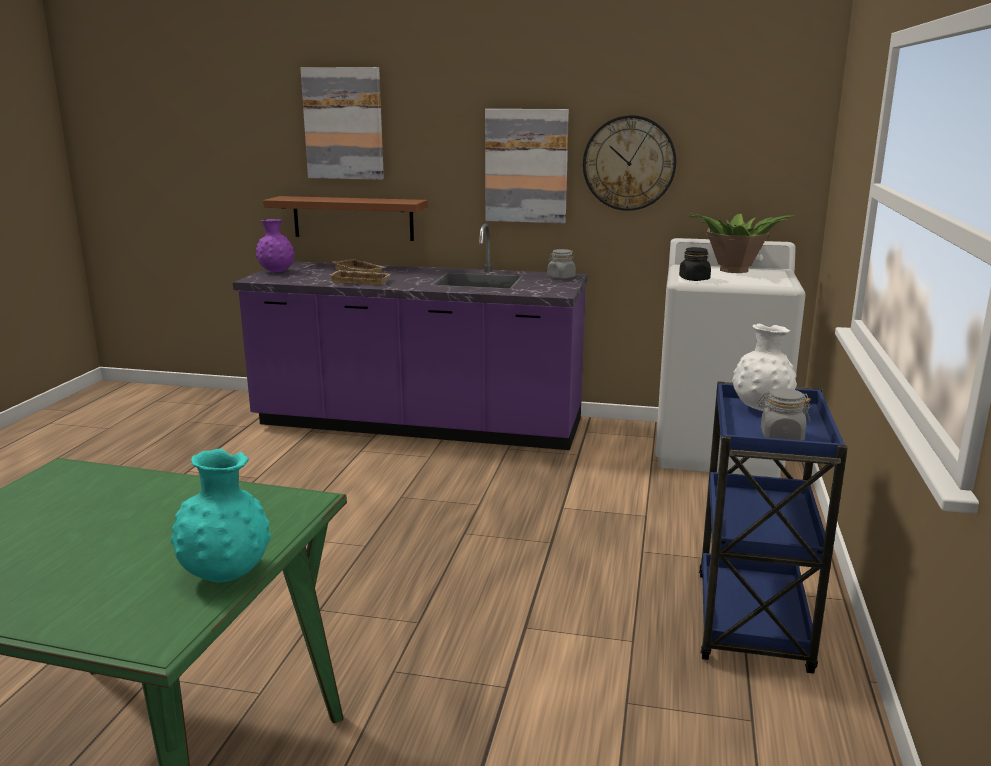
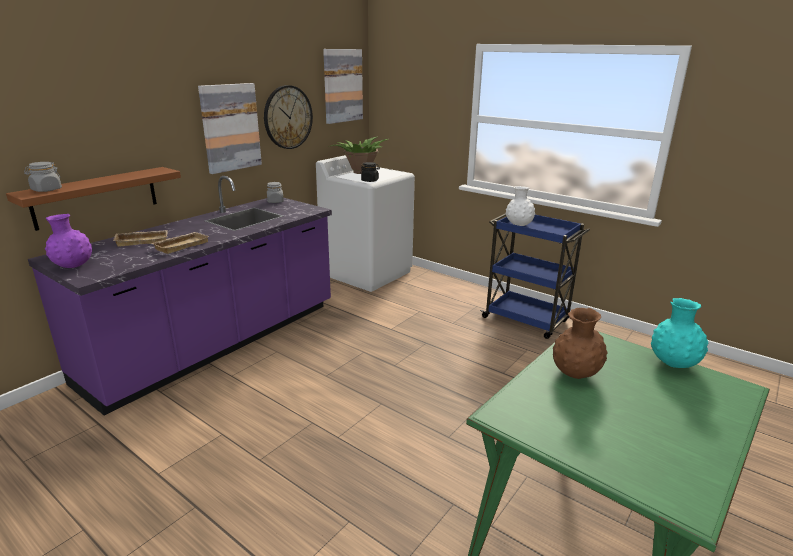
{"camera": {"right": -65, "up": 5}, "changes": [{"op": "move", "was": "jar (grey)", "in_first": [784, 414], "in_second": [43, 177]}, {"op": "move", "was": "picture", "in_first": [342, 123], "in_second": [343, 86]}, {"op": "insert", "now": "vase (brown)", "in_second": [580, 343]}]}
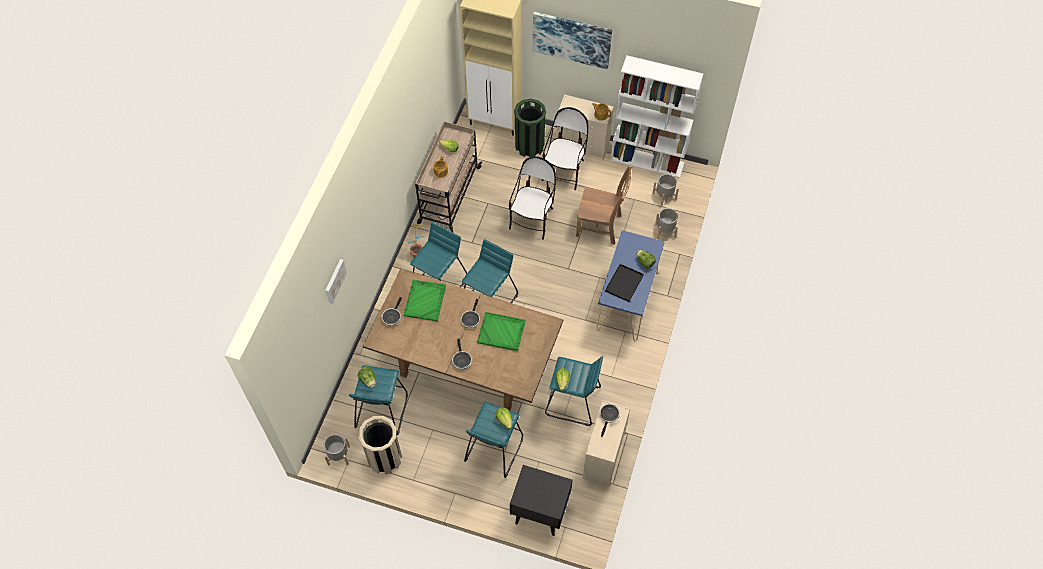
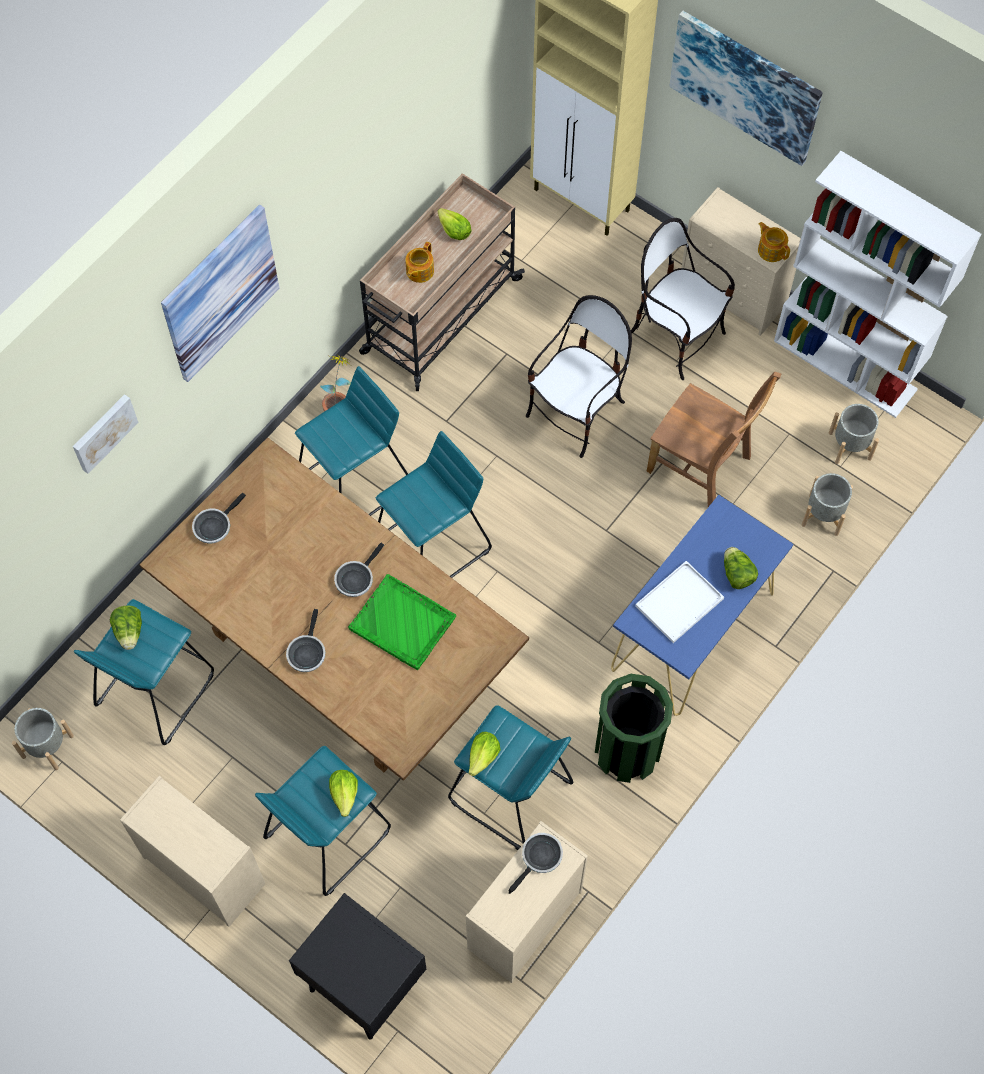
{"camera": {"right": 20, "up": 5}, "changes": [{"op": "insert", "now": "dresser (beige)", "in_second": [192, 851]}, {"op": "insert", "now": "picture", "in_second": [220, 293]}, {"op": "move", "was": "trash can (green)", "in_first": [530, 128], "in_second": [634, 728]}, {"op": "rotate", "was": "chair", "in_first": [565, 148], "in_second": [683, 299], "clockwise": -90}, {"op": "recolor", "was": "tray (black)", "now": "tray (white)", "in_first": [624, 283], "in_second": [679, 602]}, {"op": "delete", "was": "trash can (beige)", "in_first": [380, 445]}, {"op": "delete", "was": "tray (green)", "in_first": [425, 300]}]}
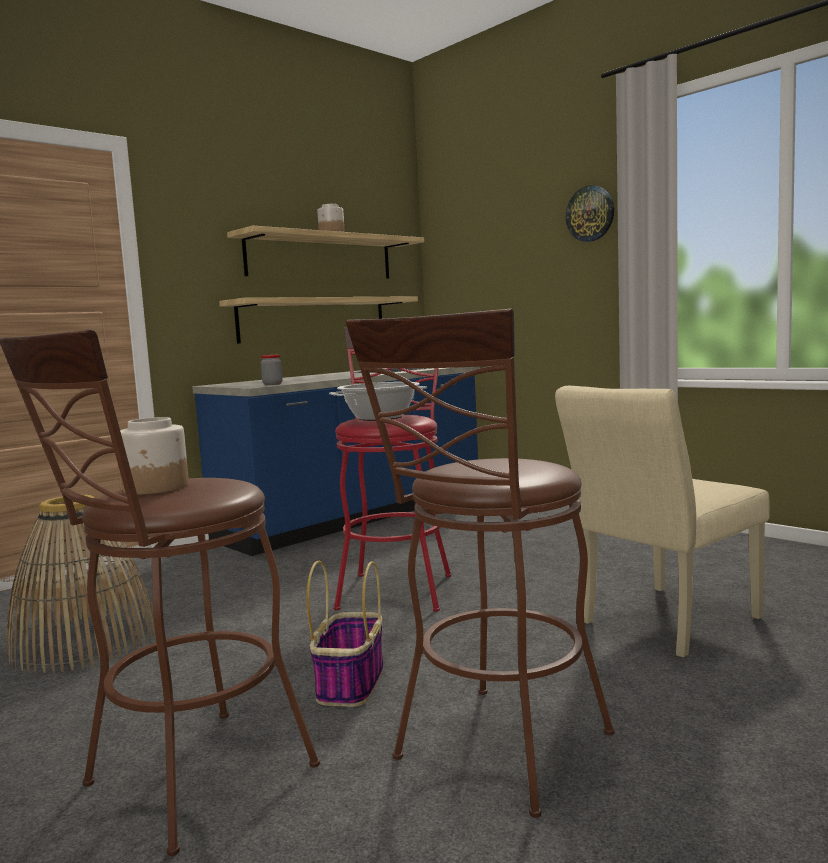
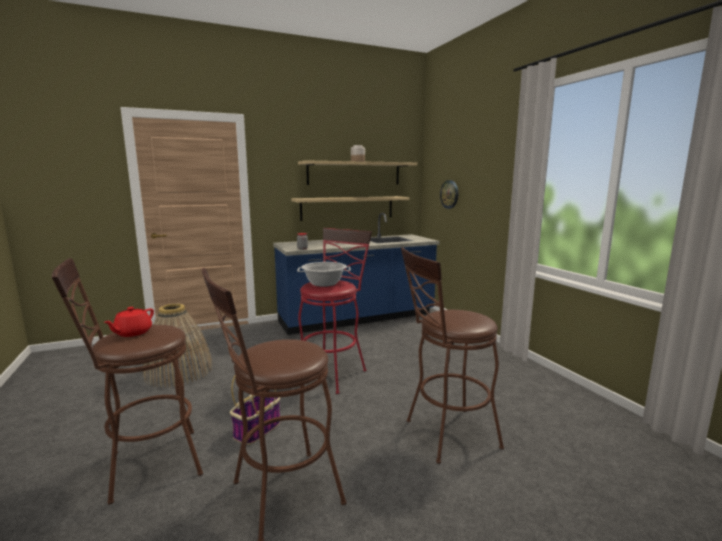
{"camera": {"right": 20, "up": 5}, "changes": [{"op": "replace", "was": "jar", "now": "teapot (red)", "in_first": [154, 456], "in_second": [129, 322]}, {"op": "replace", "was": "chair (beige)", "now": "stool (brown)", "in_first": [662, 521], "in_second": [452, 355]}, {"op": "move", "was": "wall clock", "in_first": [590, 213], "in_second": [449, 194]}]}
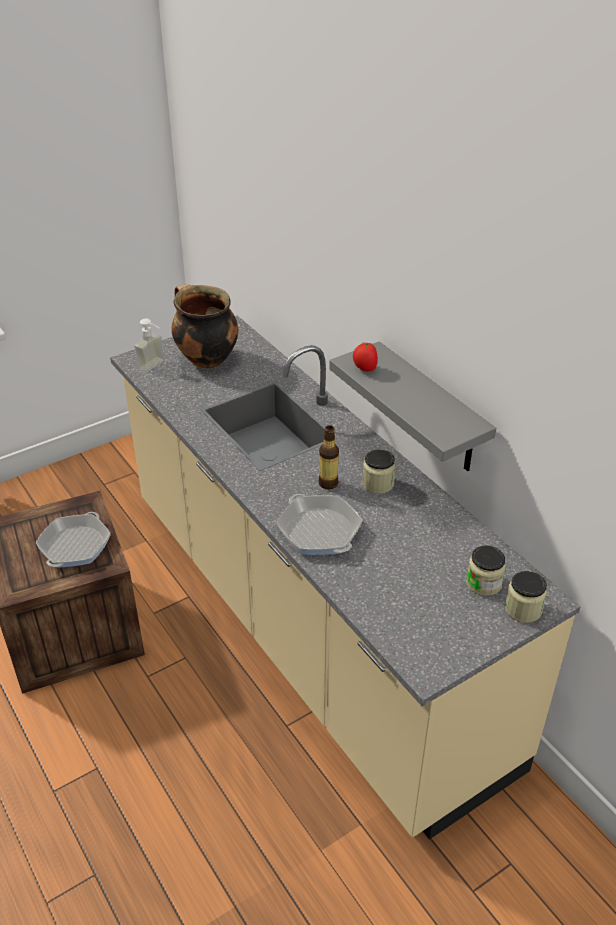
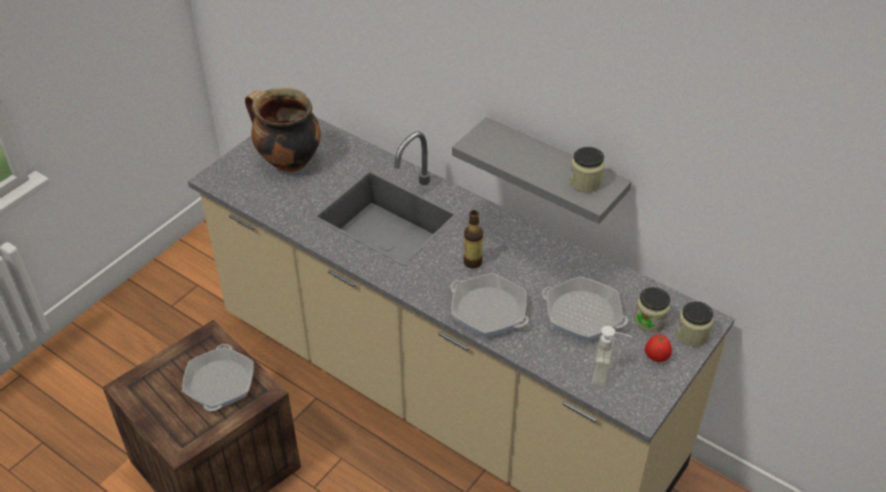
{"camera": {"right": -20, "up": 5}, "changes": [{"op": "insert", "now": "frying pan", "in_second": [585, 308]}, {"op": "move", "was": "jar", "in_first": [379, 471], "in_second": [587, 169]}, {"op": "move", "was": "soap dispenser", "in_first": [149, 345], "in_second": [611, 356]}, {"op": "move", "was": "tomato", "in_first": [365, 357], "in_second": [658, 348]}]}
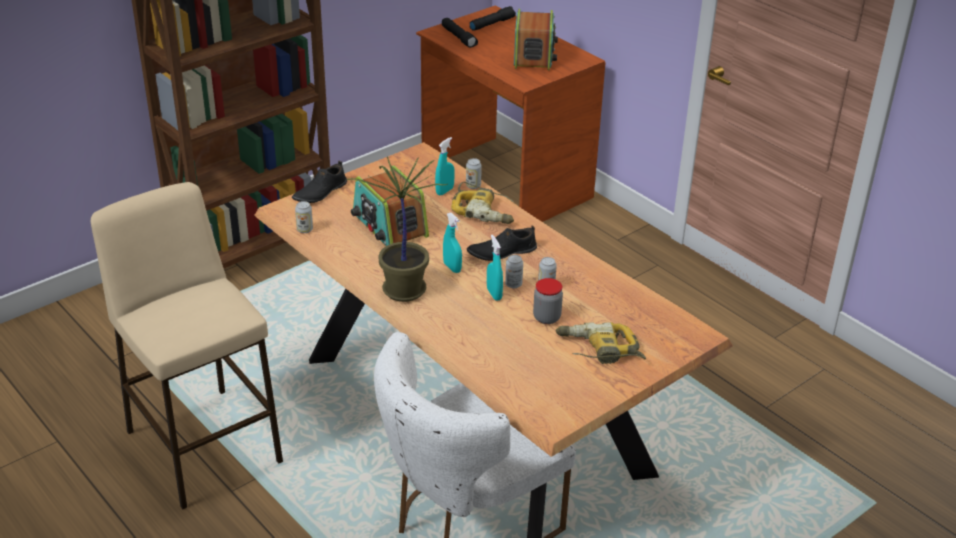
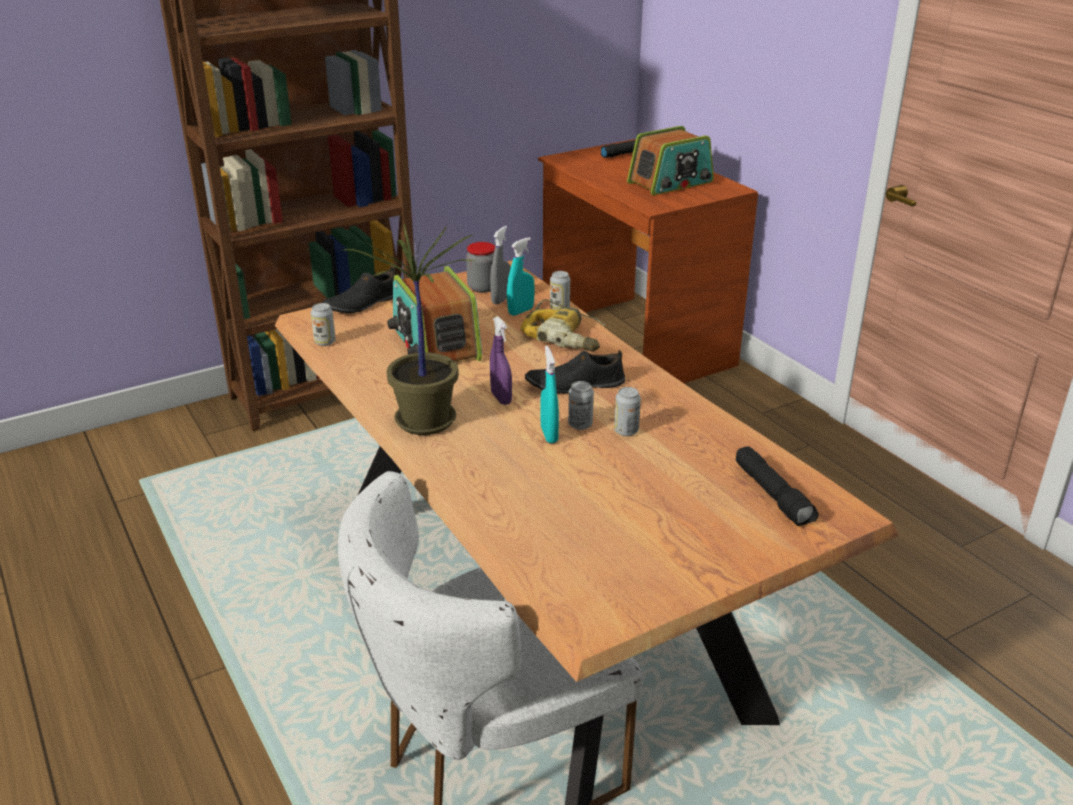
{"camera": {"right": 10, "up": -5}, "changes": [{"op": "move", "was": "jar", "in_first": [548, 301], "in_second": [480, 267]}, {"op": "insert", "now": "spray bottle (grey)", "in_second": [500, 265]}, {"op": "recolor", "was": "spray bottle (turquoise)", "now": "spray bottle (purple)", "in_first": [452, 243], "in_second": [501, 361]}, {"op": "rotate", "was": "radio", "in_first": [536, 39], "in_second": [670, 160], "clockwise": 45}, {"op": "move", "was": "flashlight (black)", "in_first": [460, 33], "in_second": [777, 486]}, {"op": "delete", "was": "stool (beige)", "in_first": [187, 345]}, {"op": "delete", "was": "power drill", "in_first": [601, 343]}]}
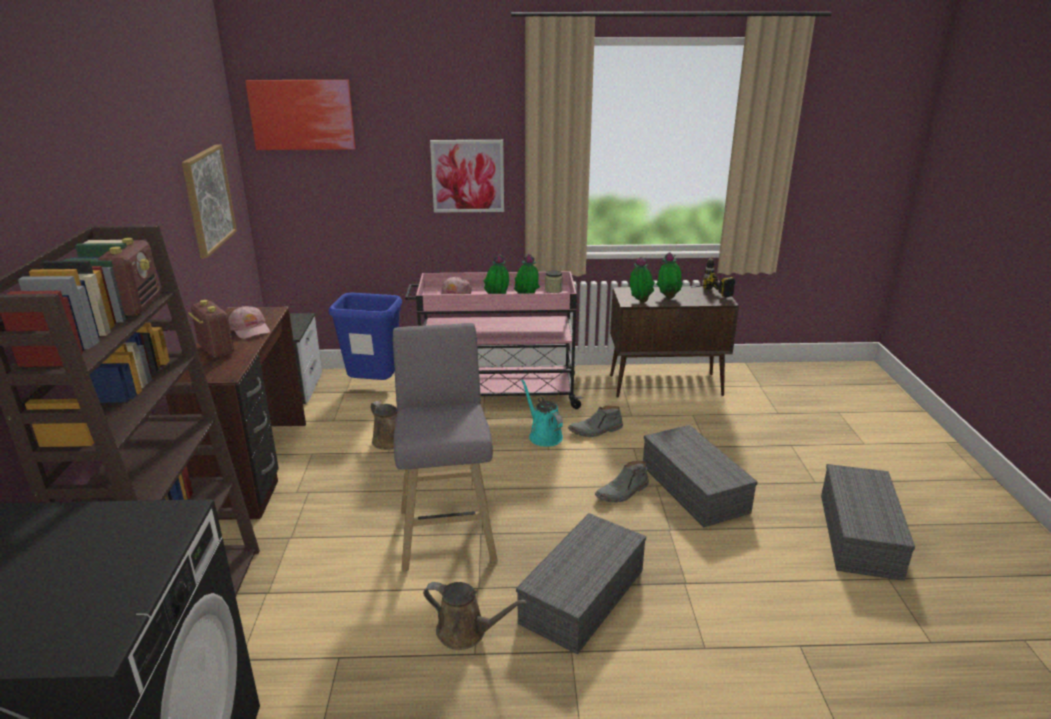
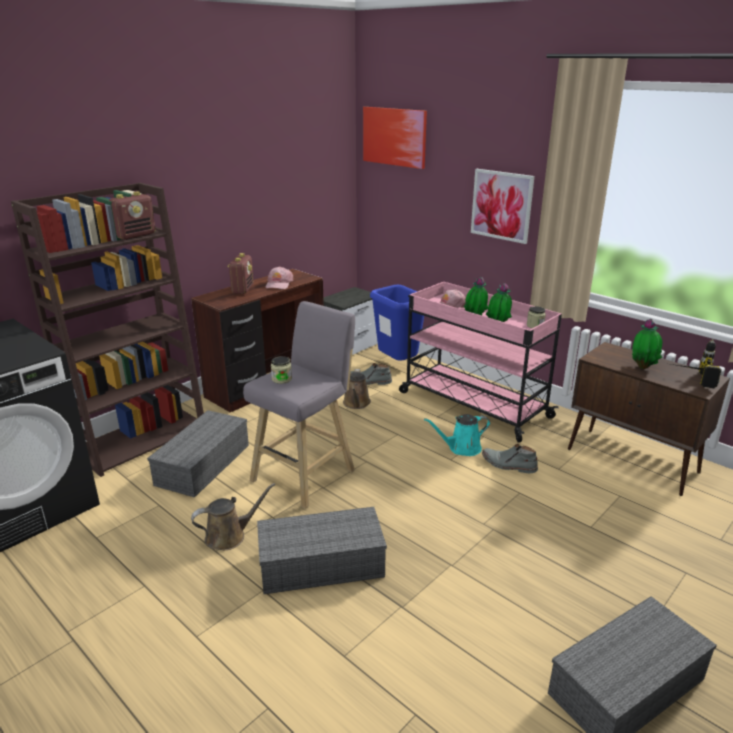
{"camera": {"right": 45, "up": 0}, "changes": [{"op": "move", "was": "storage box (grey)", "in_first": [700, 476], "in_second": [198, 453]}, {"op": "rotate", "was": "watering can (brown)", "in_first": [475, 616], "in_second": [233, 516], "clockwise": -90}, {"op": "insert", "now": "jar", "in_second": [281, 370]}, {"op": "move", "was": "boot (grey)", "in_first": [622, 482], "in_second": [371, 374]}, {"op": "rotate", "was": "watering can (turquoise)", "in_first": [542, 413], "in_second": [457, 435], "clockwise": -120}, {"op": "delete", "was": "picture", "in_first": [209, 201]}, {"op": "delete", "was": "potted plant", "in_first": [642, 280]}]}
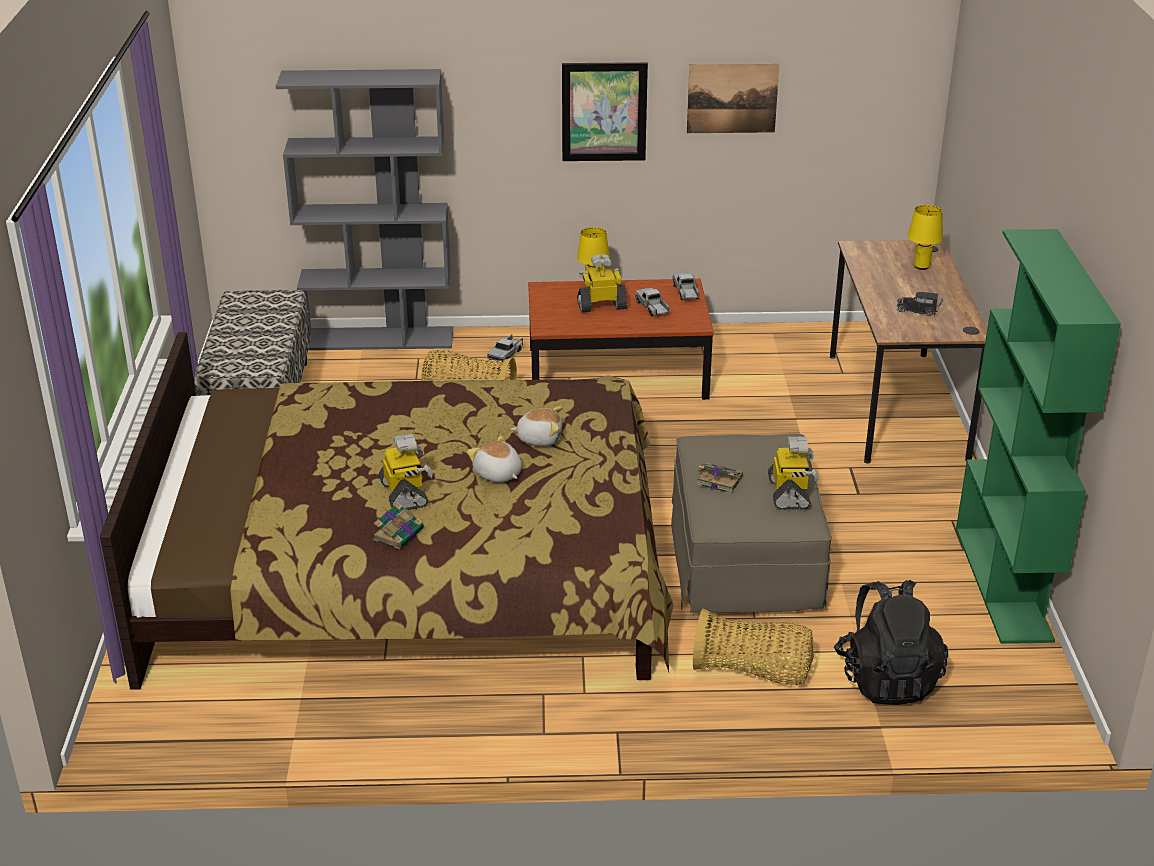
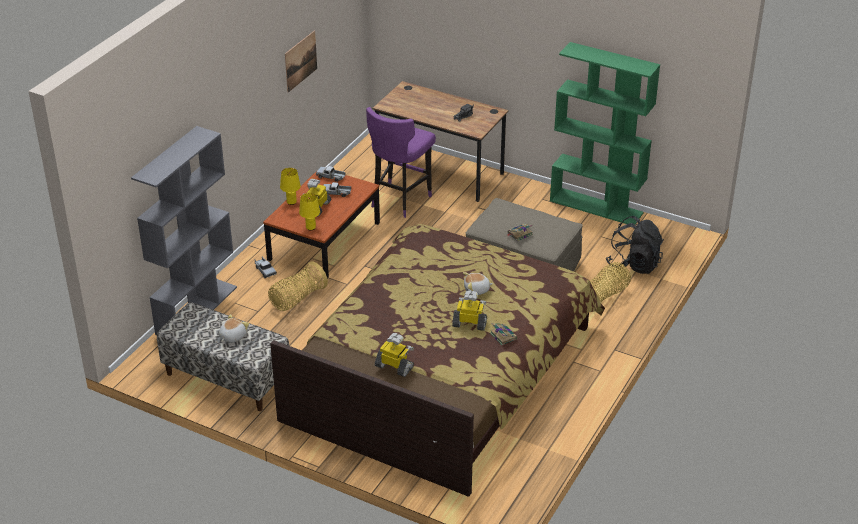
{"camera": {"right": -60, "up": 5}, "changes": [{"op": "move", "was": "plush toy", "in_first": [536, 426], "in_second": [234, 328]}, {"op": "move", "was": "table lamp (yellow)", "in_first": [925, 237], "in_second": [309, 212]}, {"op": "insert", "now": "stool (purple)", "in_second": [401, 162]}, {"op": "move", "was": "toy robot", "in_first": [793, 473], "in_second": [394, 355]}, {"op": "delete", "was": "picture", "in_first": [605, 111]}]}
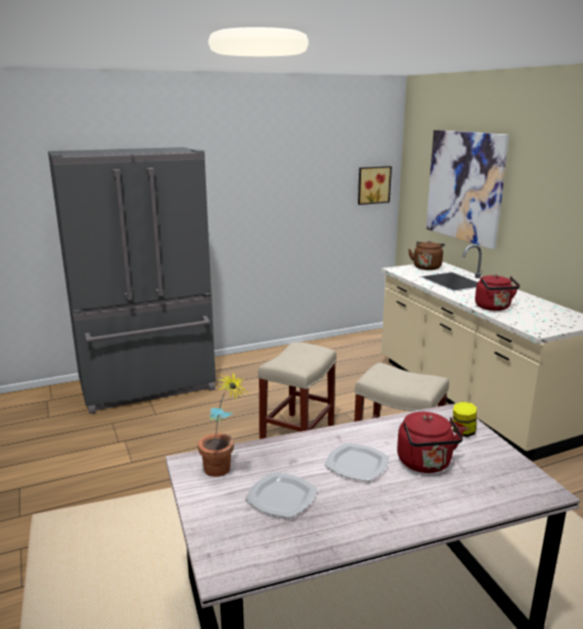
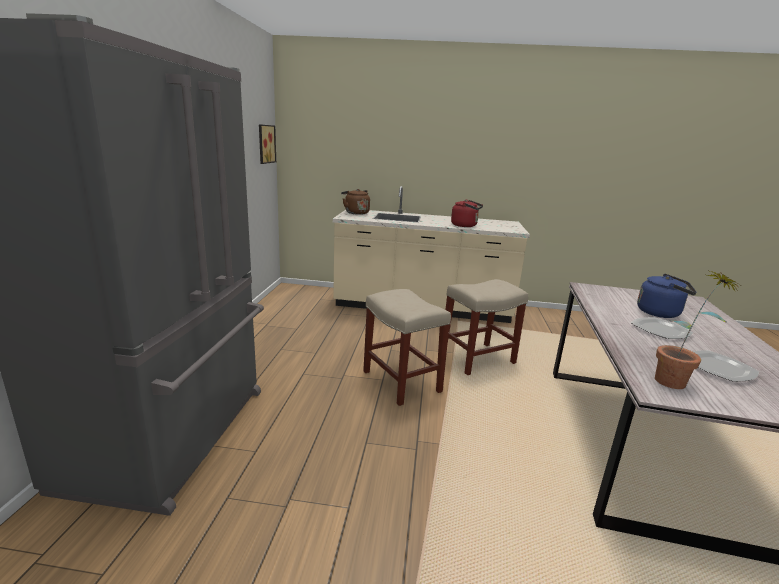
{"camera": {"right": -60, "up": 0}, "changes": [{"op": "recolor", "was": "kettle (red)", "now": "kettle (blue)", "in_first": [430, 442], "in_second": [667, 296]}, {"op": "delete", "was": "picture", "in_first": [467, 189]}, {"op": "delete", "was": "jar", "in_first": [465, 419]}]}
